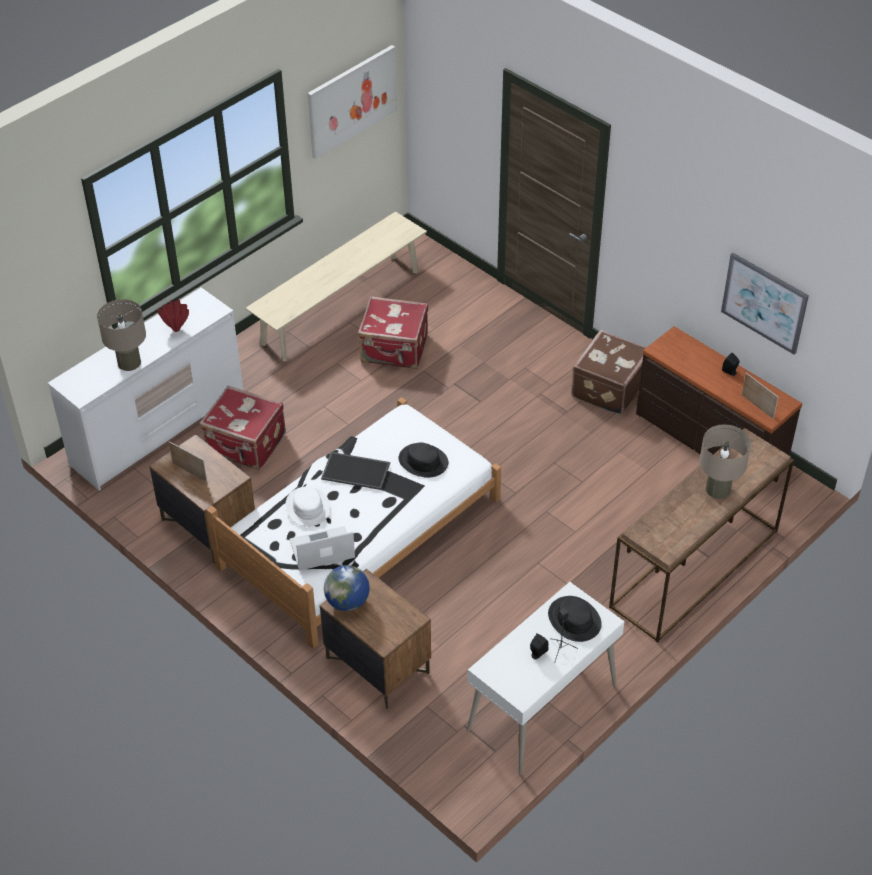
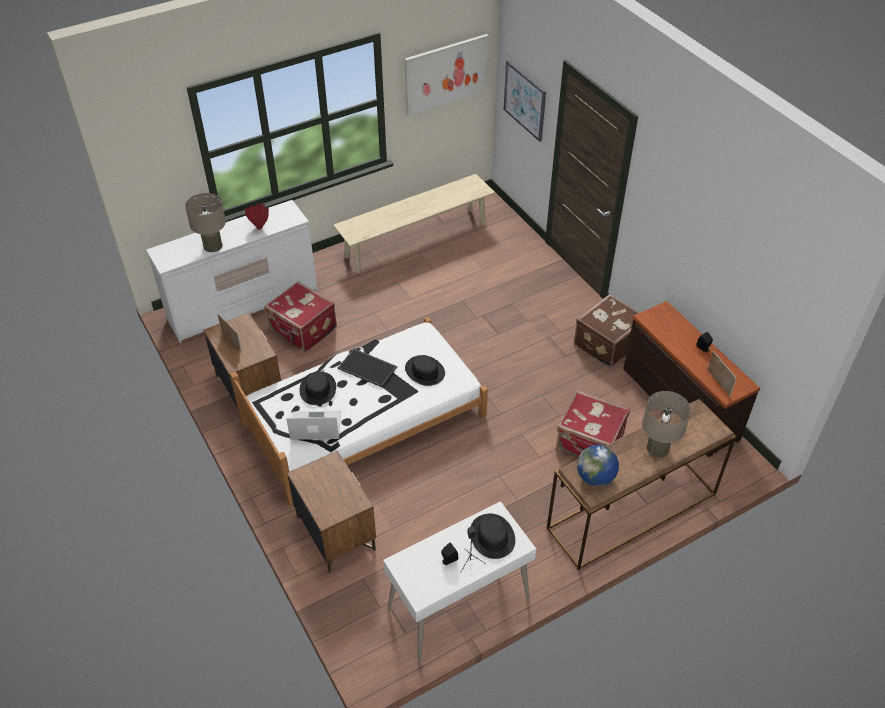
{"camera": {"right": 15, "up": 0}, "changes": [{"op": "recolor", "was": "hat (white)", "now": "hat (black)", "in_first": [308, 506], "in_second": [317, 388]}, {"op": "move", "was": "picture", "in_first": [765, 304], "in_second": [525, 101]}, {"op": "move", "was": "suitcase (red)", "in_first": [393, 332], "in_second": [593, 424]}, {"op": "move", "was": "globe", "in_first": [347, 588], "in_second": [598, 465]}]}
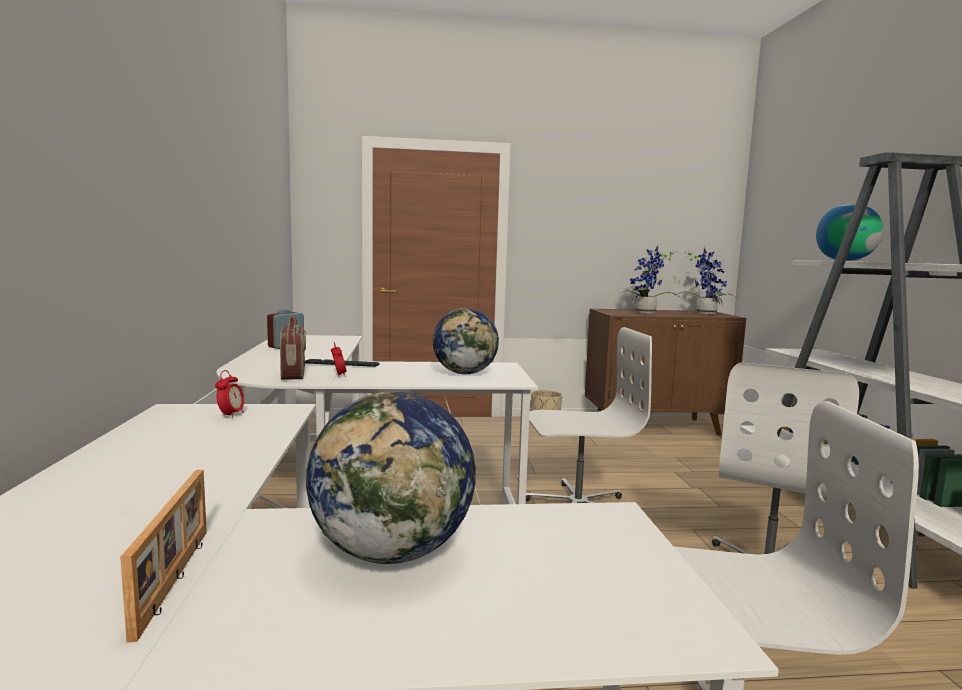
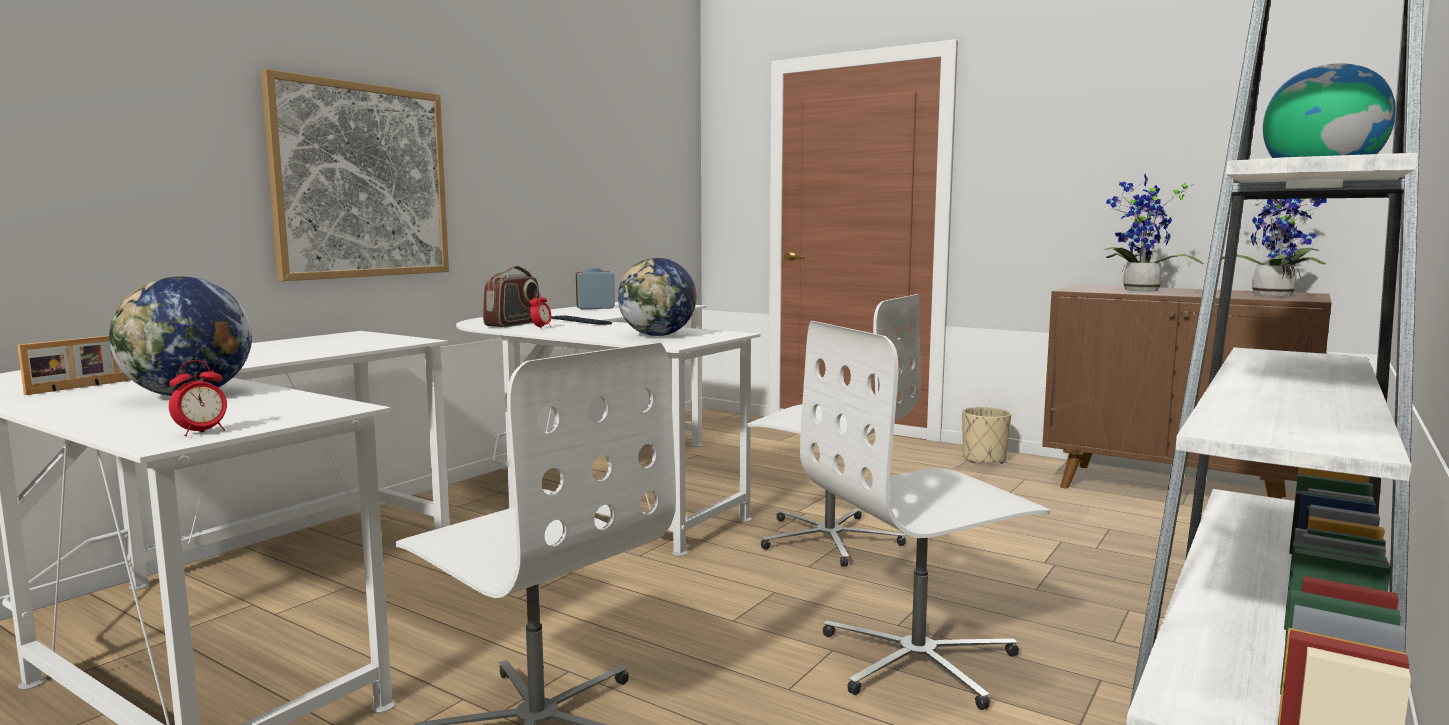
{"camera": {"right": 40, "up": 0}, "changes": [{"op": "move", "was": "alarm clock", "in_first": [229, 394], "in_second": [198, 398]}, {"op": "insert", "now": "picture", "in_second": [355, 175]}]}
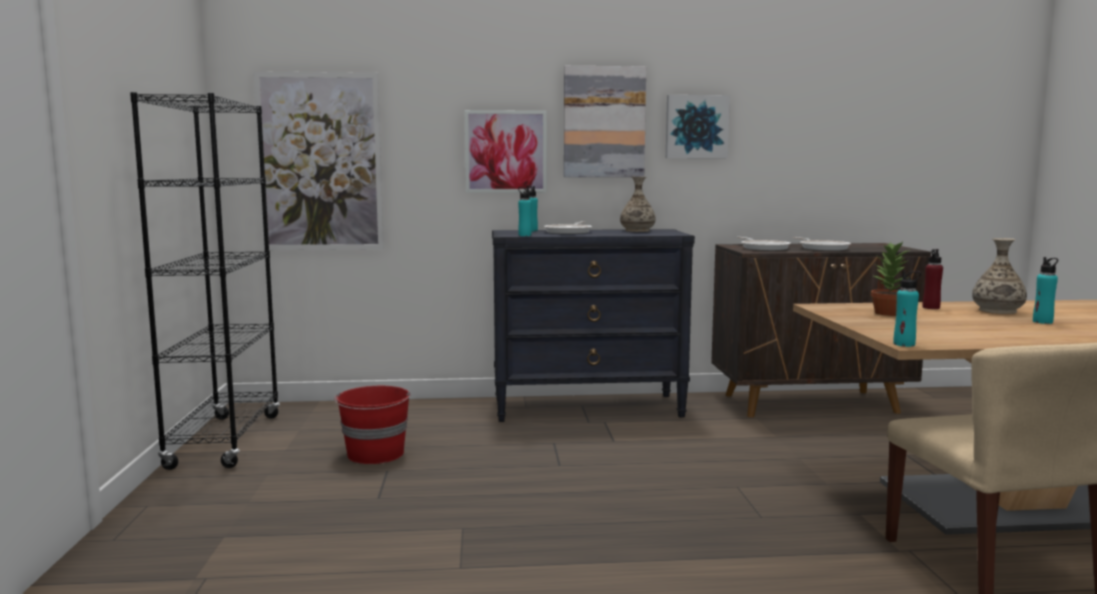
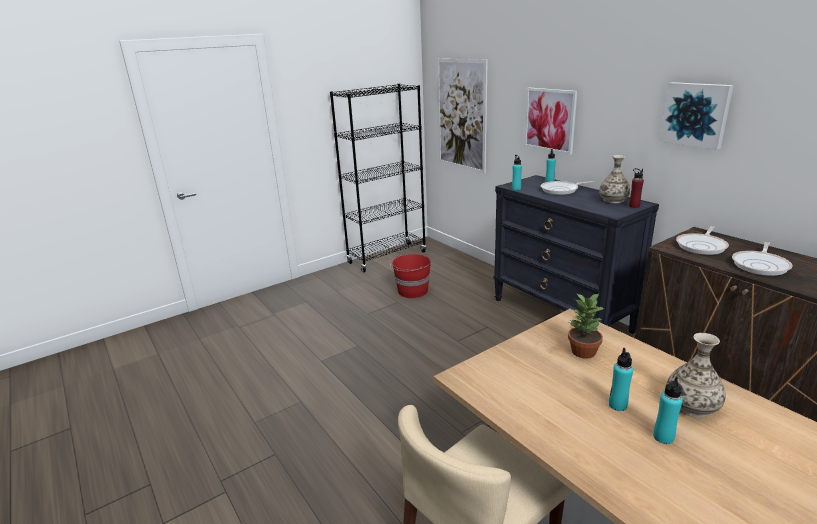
{"camera": {"right": 60, "up": 15}, "changes": [{"op": "move", "was": "bottle (turquoise)", "in_first": [907, 308], "in_second": [621, 379]}, {"op": "move", "was": "bottle (red)", "in_first": [933, 279], "in_second": [636, 188]}, {"op": "delete", "was": "picture", "in_first": [605, 121]}]}
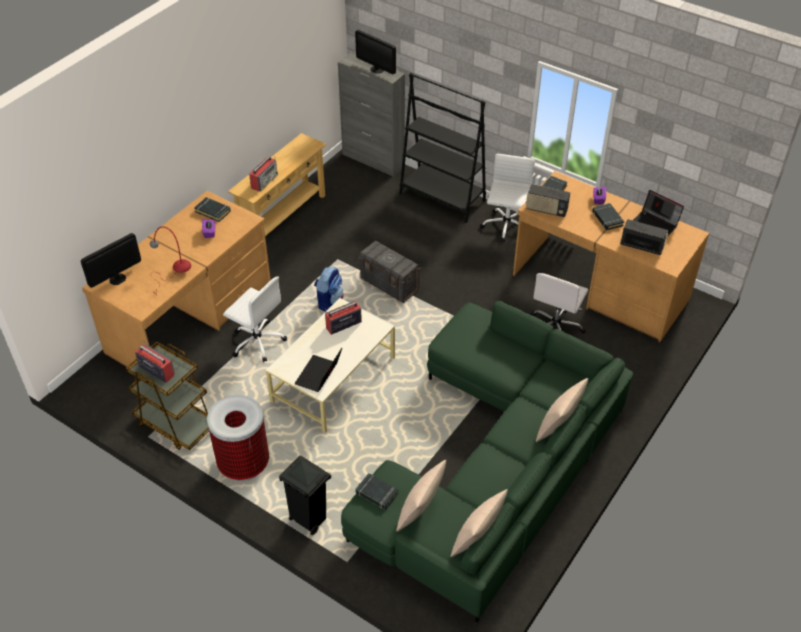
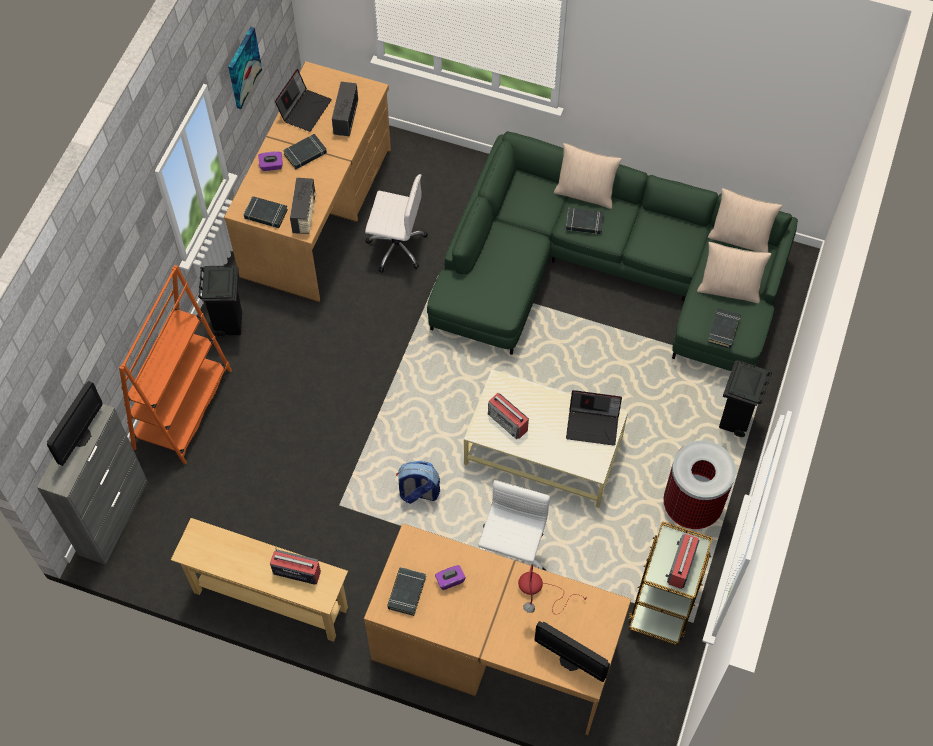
{"camera": {"right": -105, "up": 15}, "changes": [{"op": "recolor", "was": "bookcase (black)", "now": "bookcase (orange)", "in_first": [442, 148], "in_second": [175, 364]}, {"op": "replace", "was": "office chair (white)", "now": "trash can (black)", "in_first": [507, 198], "in_second": [220, 302]}, {"op": "insert", "now": "picture", "in_second": [245, 68]}, {"op": "insert", "now": "book (black)", "in_second": [585, 221]}, {"op": "delete", "was": "storage box (grey)", "in_first": [389, 272]}]}
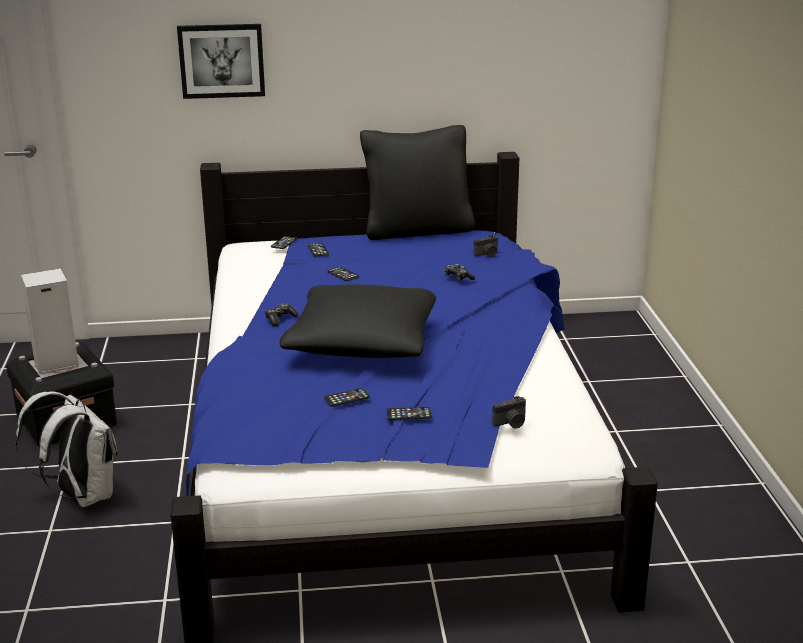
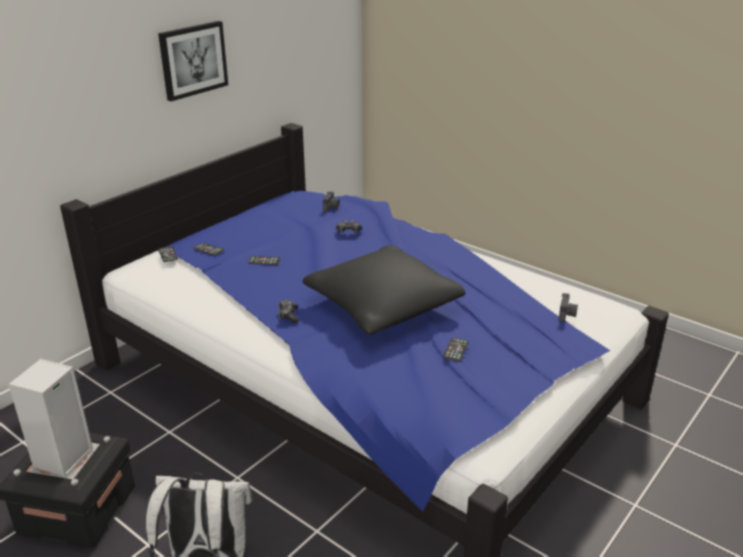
{"camera": {"right": -45, "up": 5}, "changes": [{"op": "move", "was": "picture", "in_first": [221, 61], "in_second": [193, 61]}, {"op": "delete", "was": "pillow (black)", "in_first": [417, 182]}, {"op": "delete", "was": "phone", "in_first": [409, 413]}]}
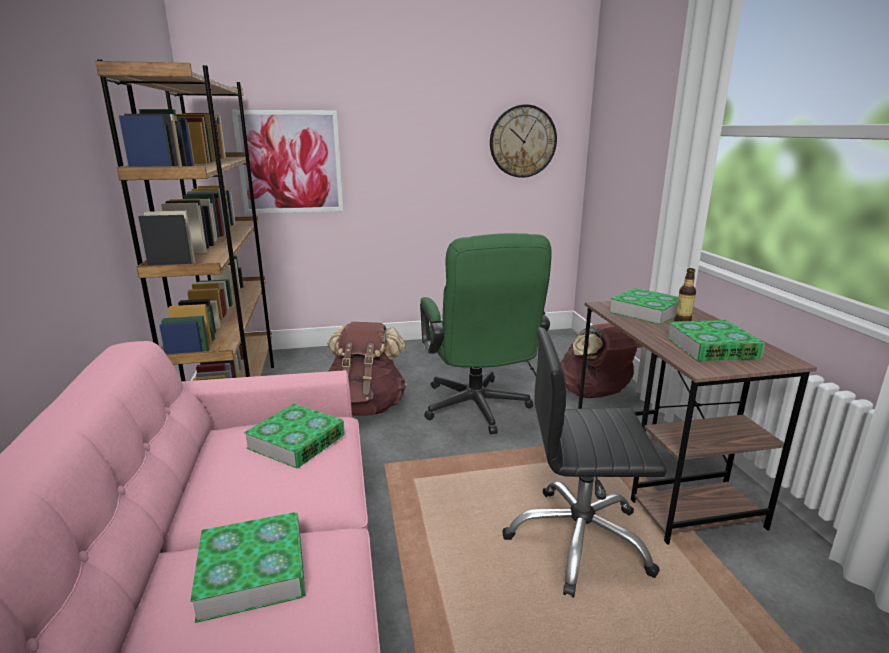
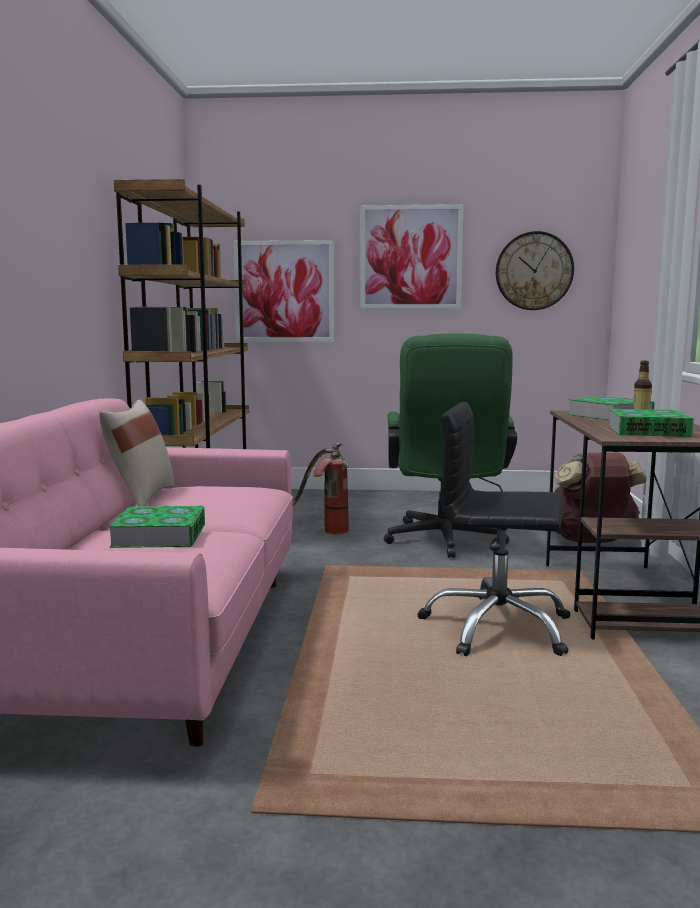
{"camera": {"right": 15, "up": -10}, "changes": [{"op": "insert", "now": "pillow (beige)", "in_second": [136, 453]}, {"op": "replace", "was": "backpack (brown)", "now": "fire extinguisher", "in_first": [367, 369], "in_second": [320, 488]}, {"op": "insert", "now": "picture", "in_second": [411, 256]}, {"op": "delete", "was": "book", "in_first": [294, 436]}]}
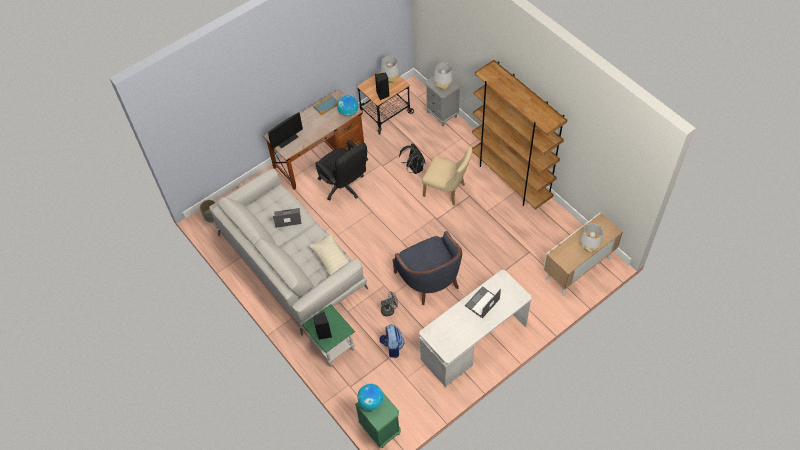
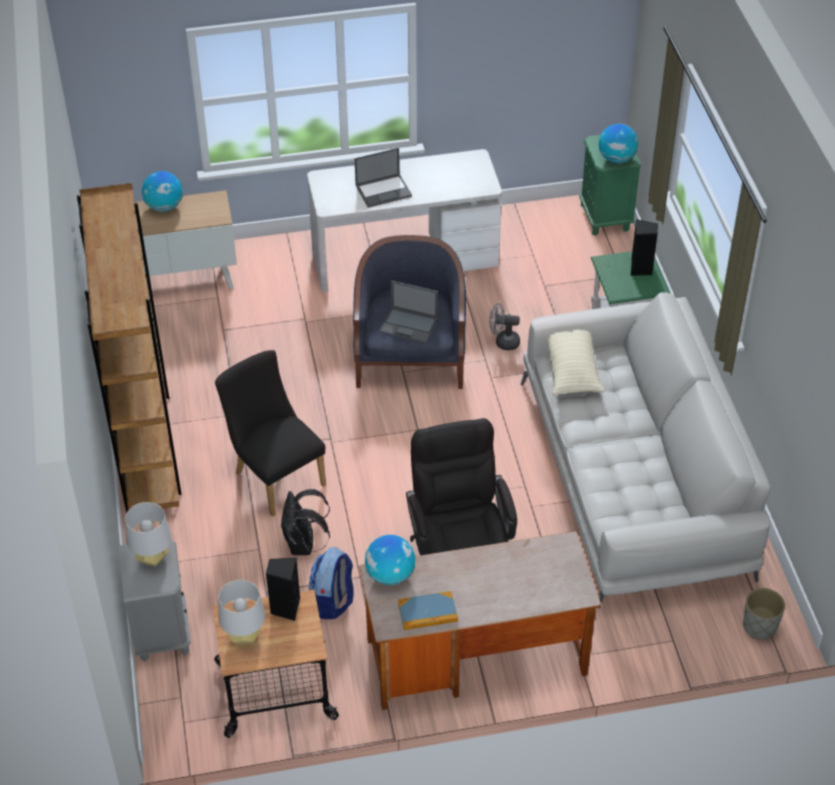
{"camera": {"right": -155, "up": -10}, "changes": [{"op": "replace", "was": "table lamp (grey)", "now": "globe", "in_first": [592, 237], "in_second": [162, 191]}, {"op": "recolor", "was": "chair (beige)", "now": "chair (black)", "in_first": [447, 176], "in_second": [270, 433]}, {"op": "move", "was": "backpack", "in_first": [392, 341], "in_second": [331, 583]}, {"op": "move", "was": "laptop", "in_first": [287, 218], "in_second": [409, 311]}, {"op": "delete", "was": "monitor", "in_first": [285, 130]}]}
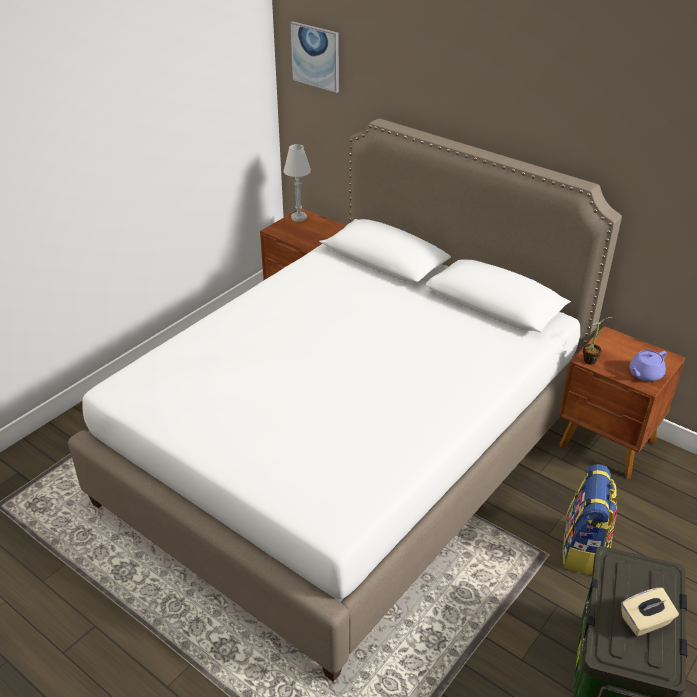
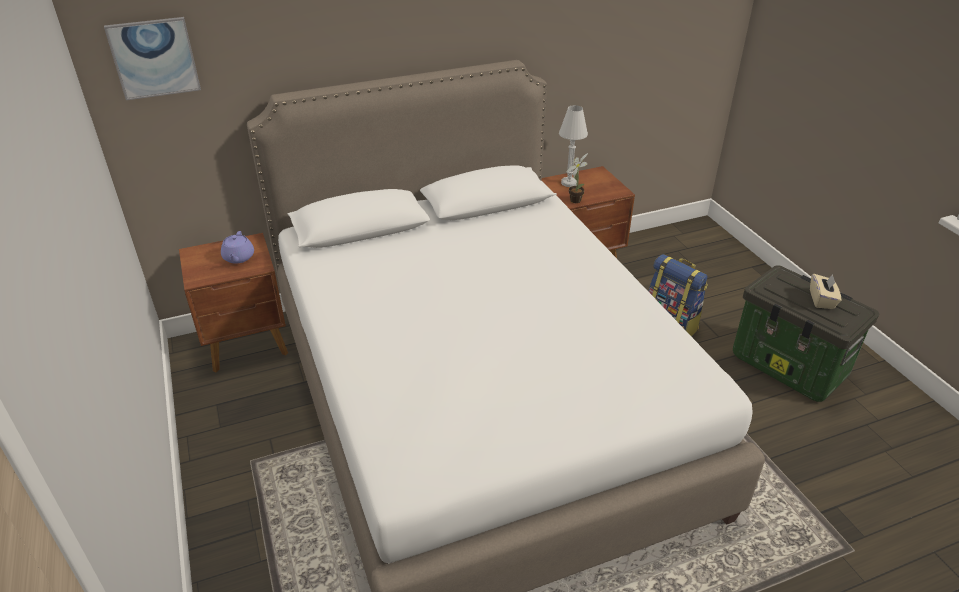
{"camera": {"right": -60, "up": 0}, "changes": [{"op": "move", "was": "teapot (purple)", "in_first": [648, 366], "in_second": [237, 247]}, {"op": "move", "was": "table lamp (white)", "in_first": [297, 183], "in_second": [573, 146]}]}
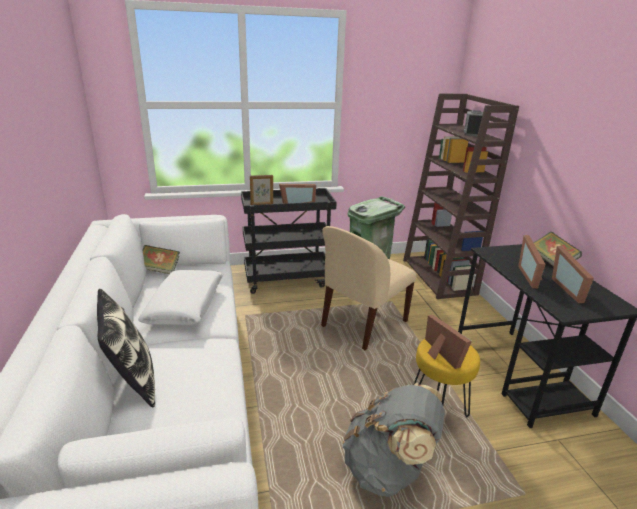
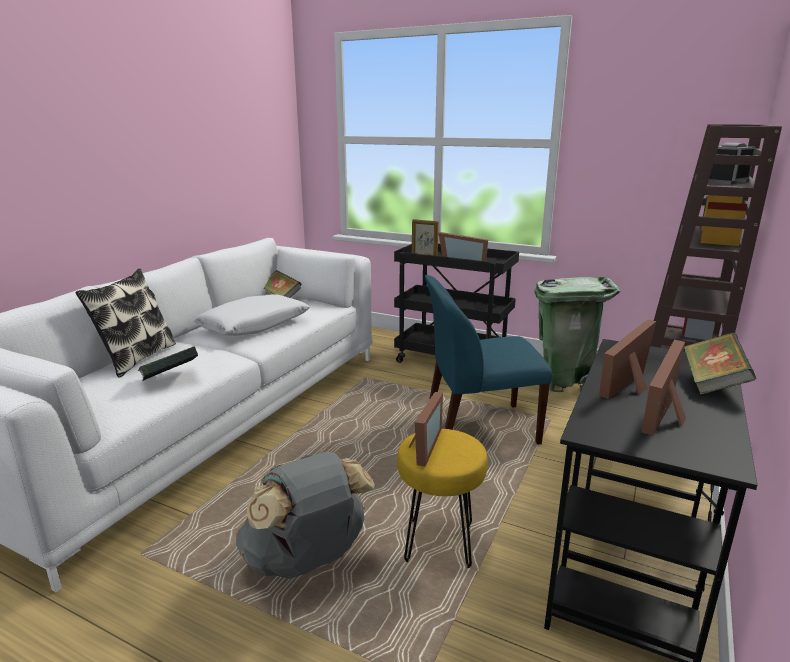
{"camera": {"right": 40, "up": -5}, "changes": [{"op": "insert", "now": "book", "in_second": [168, 363]}, {"op": "recolor", "was": "chair (beige)", "now": "chair (blue)", "in_first": [368, 288], "in_second": [488, 359]}]}
